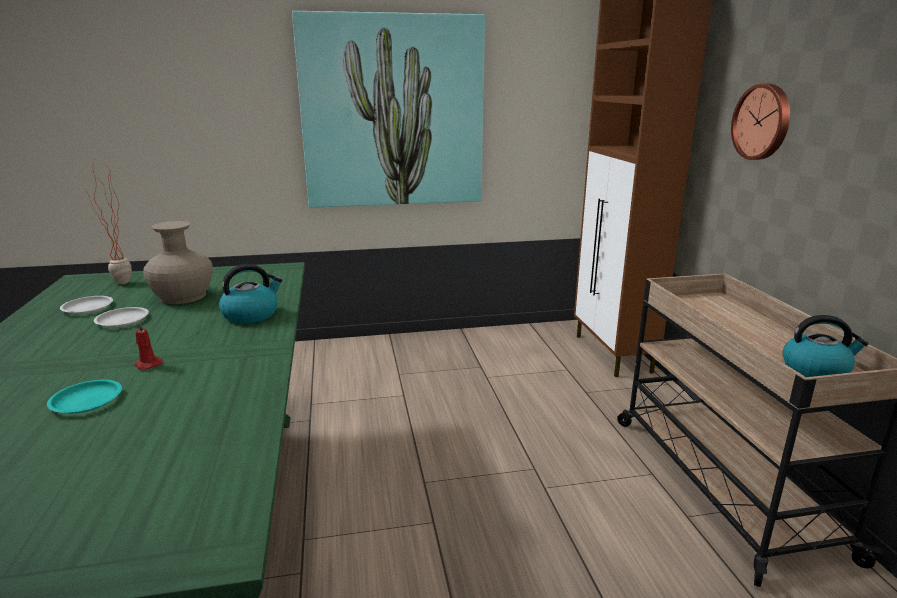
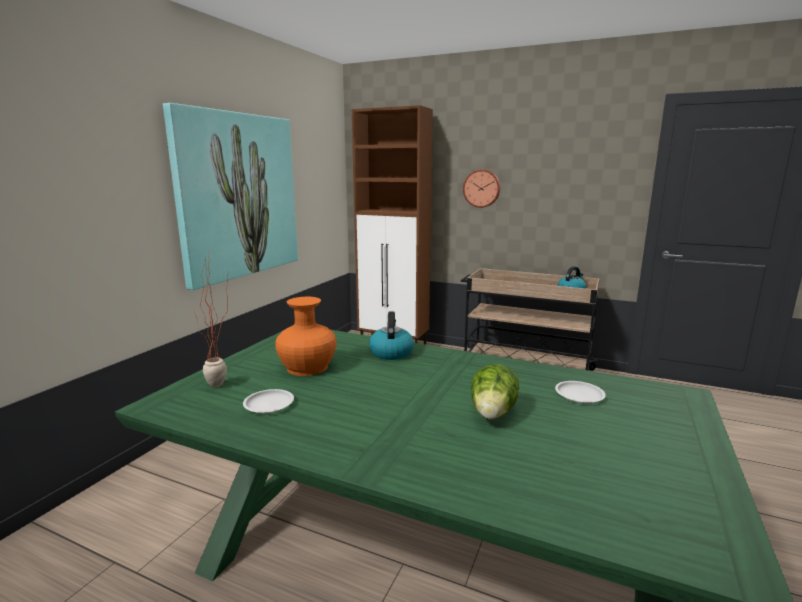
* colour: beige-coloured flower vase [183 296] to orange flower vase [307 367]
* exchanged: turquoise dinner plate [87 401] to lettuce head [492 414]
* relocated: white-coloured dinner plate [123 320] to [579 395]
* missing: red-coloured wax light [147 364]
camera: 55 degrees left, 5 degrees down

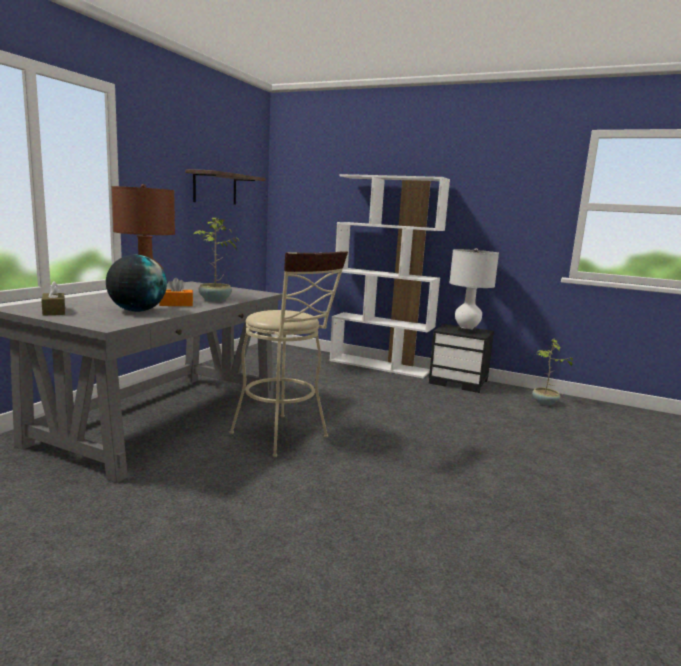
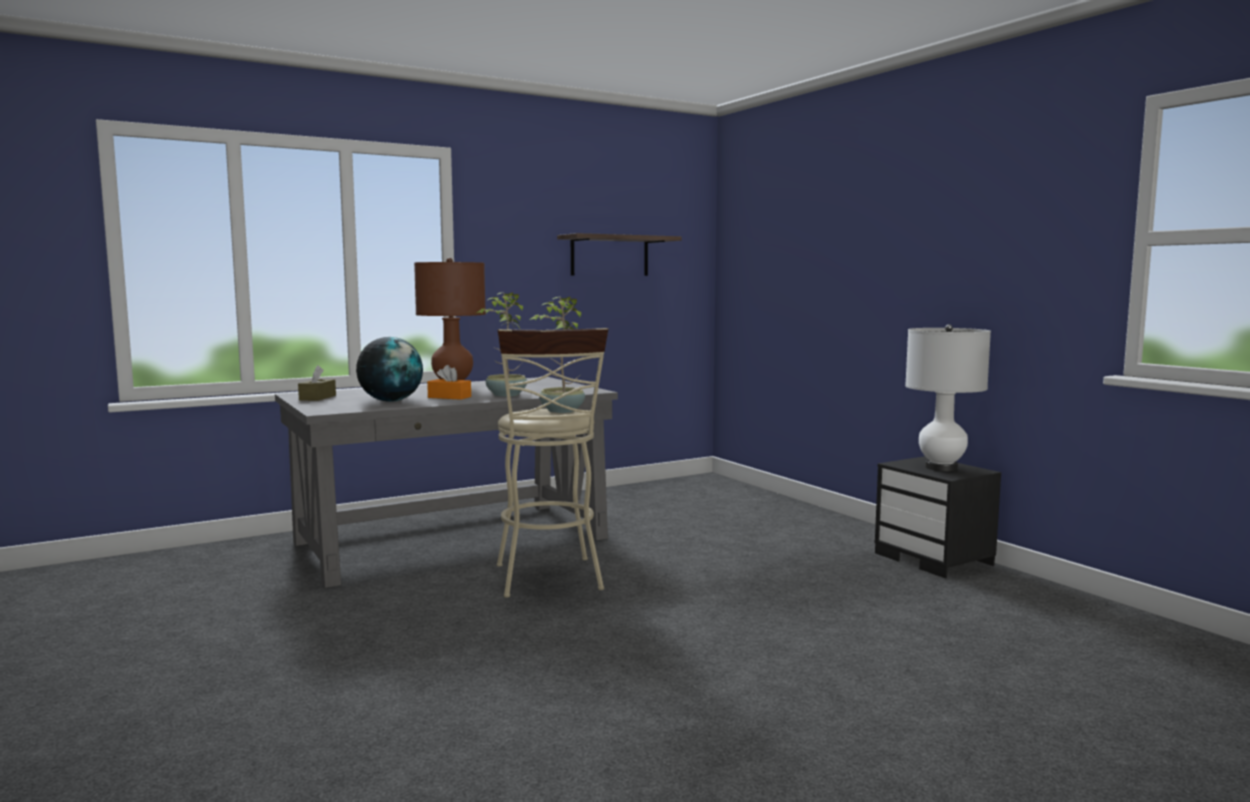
* relocated: plant in a pot [545 403] to [561 411]
* missing: white-coloured shelving unit [380 366]
camera: 35 degrees right, 5 degrees down

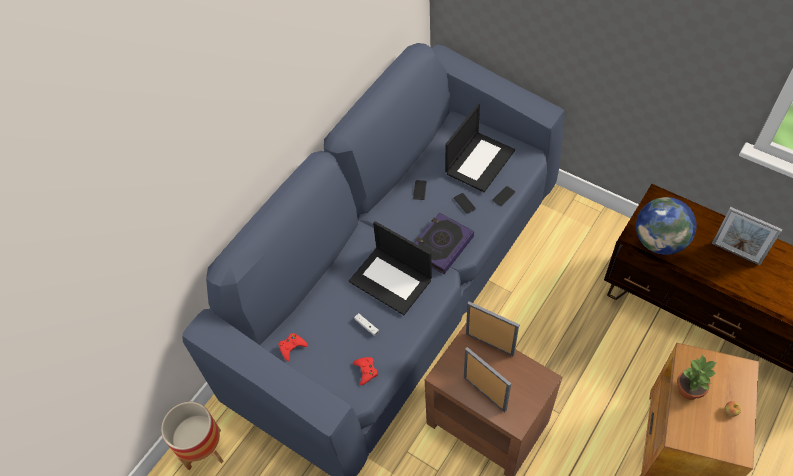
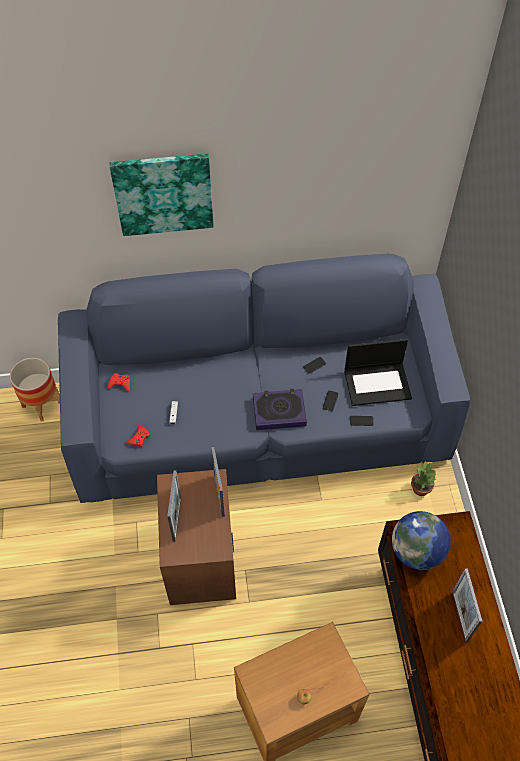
* appeared: wall picture [163 193]
* relocated: plant in a pot [689 389] to [421 489]
* missing: laptop [391 280]
camera: 45 degrees right, 0 degrees up

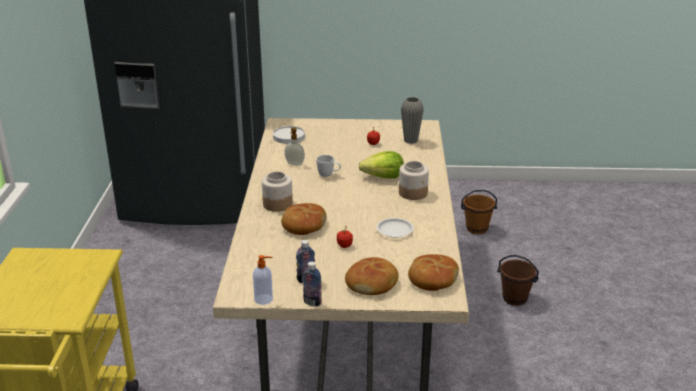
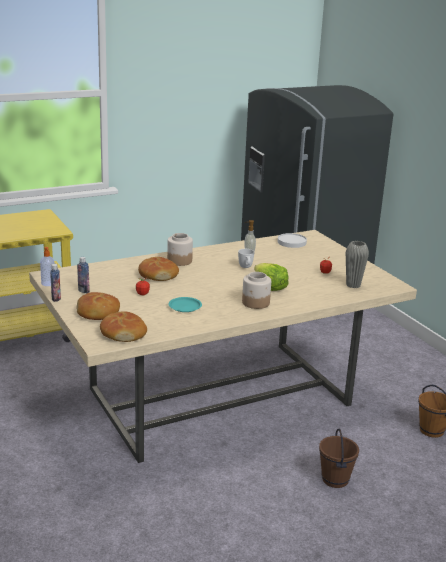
* colour: white-coloured dinner plate [394 230] to turquoise dinner plate [184 307]
camera: 60 degrees right, 5 degrees down

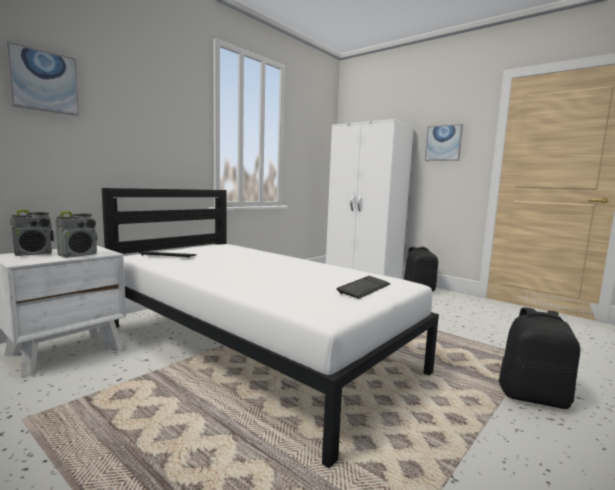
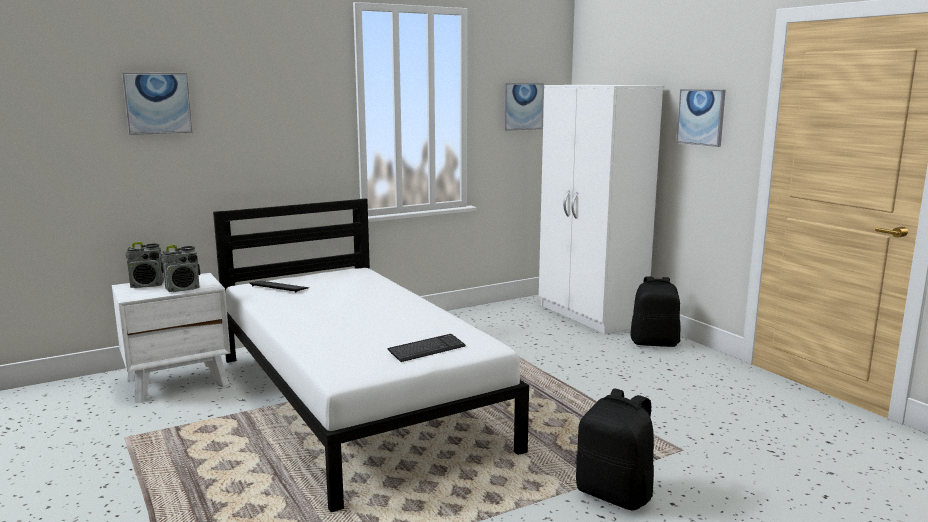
* appeared: wall picture [522 106]
camera: 20 degrees right, 5 degrees up

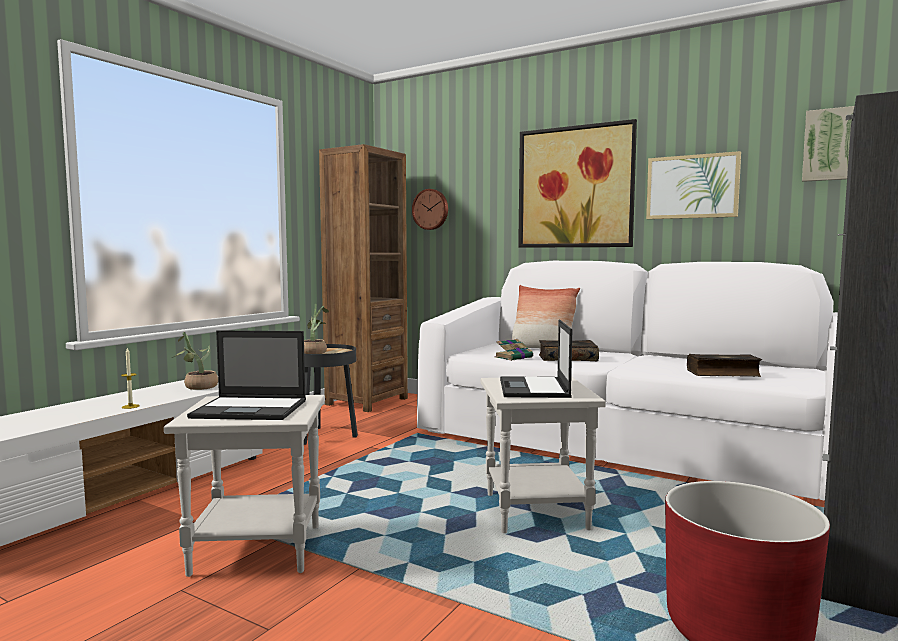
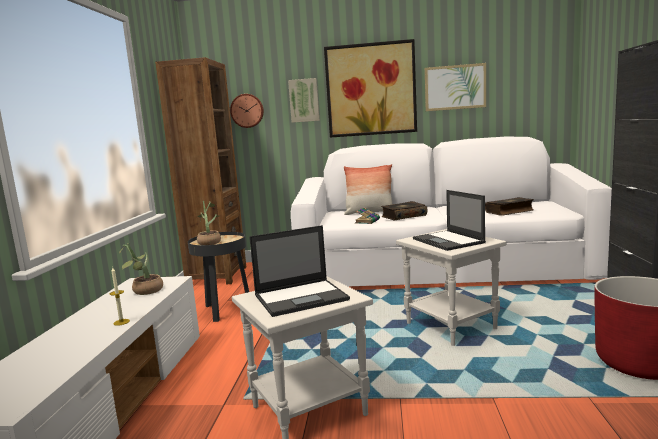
* relocated: wall picture [831 145] to [304 100]
camera: 25 degrees left, 5 degrees up

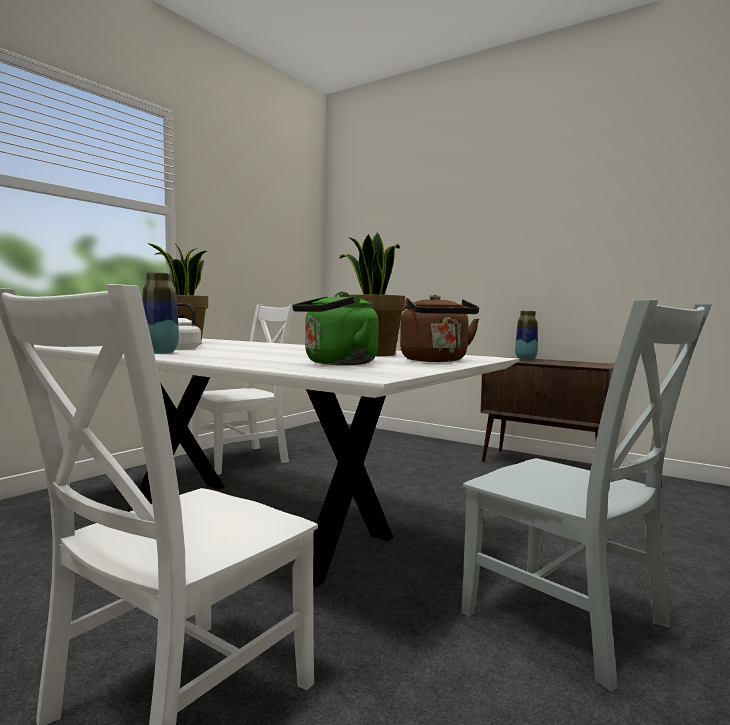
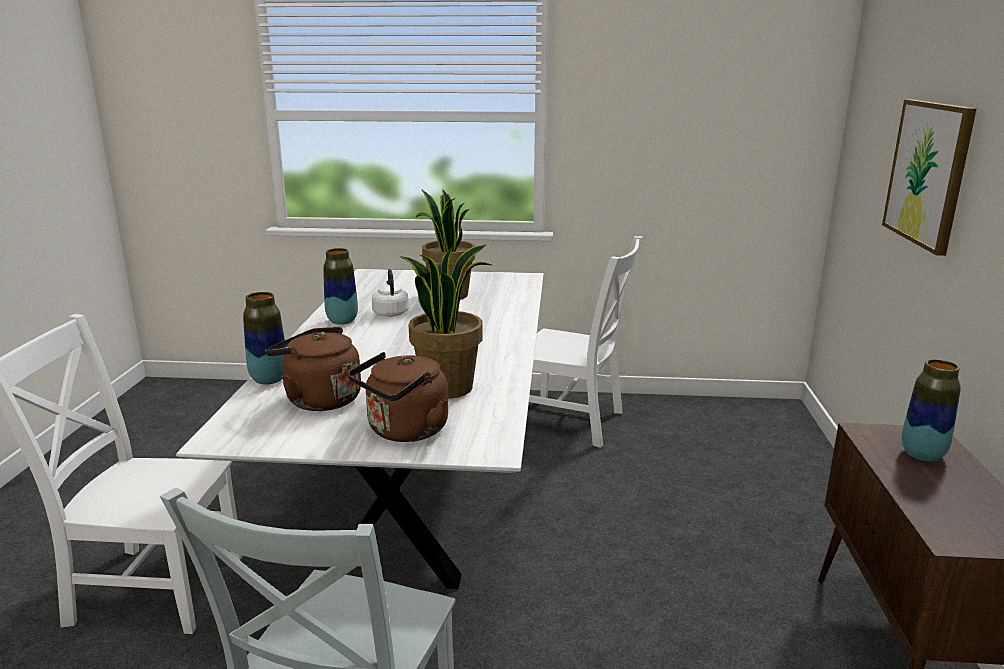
* appeared: flower vase [269 380]
* colour: green kettle [337 363] to brownish kettle [319 399]
* appeared: wall picture [928 173]
camera: 60 degrees right, 15 degrees up

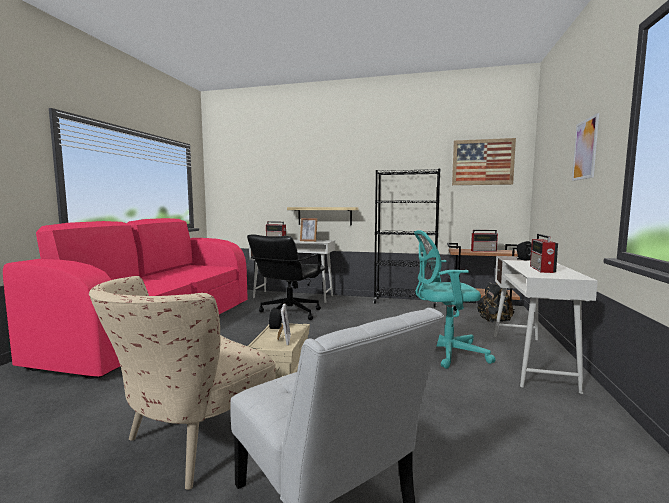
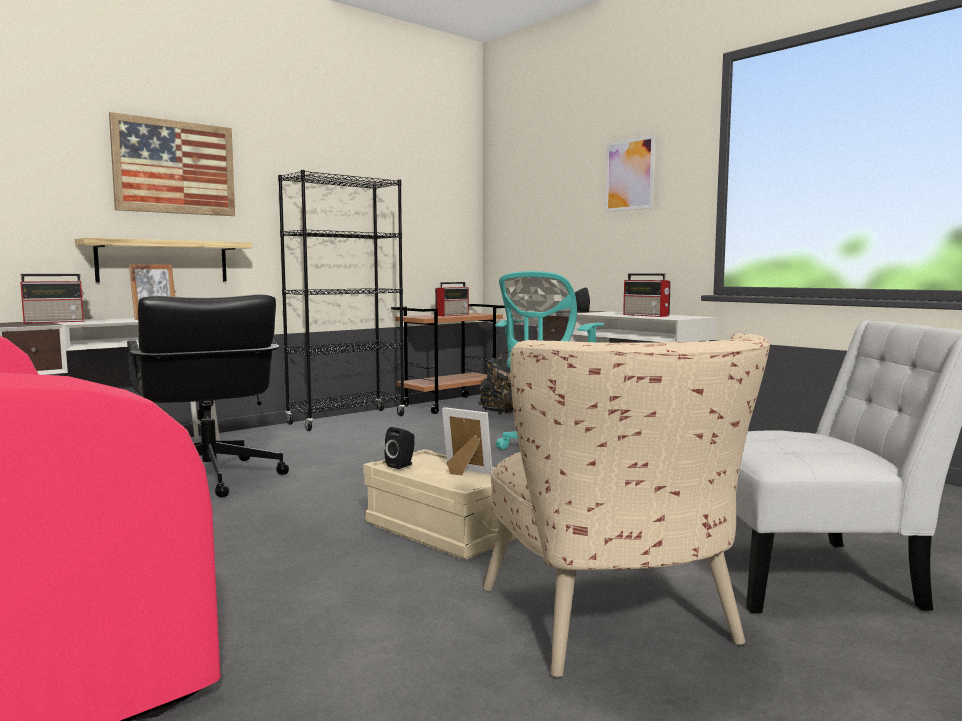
* relocated: wall picture [482 162] to [175 167]
camera: 55 degrees left, 0 degrees up

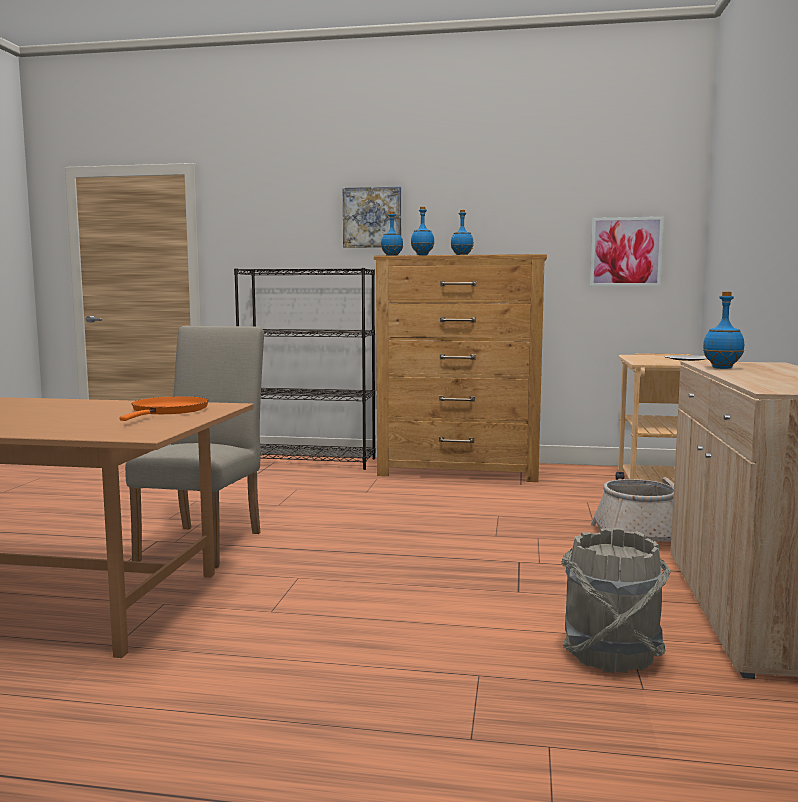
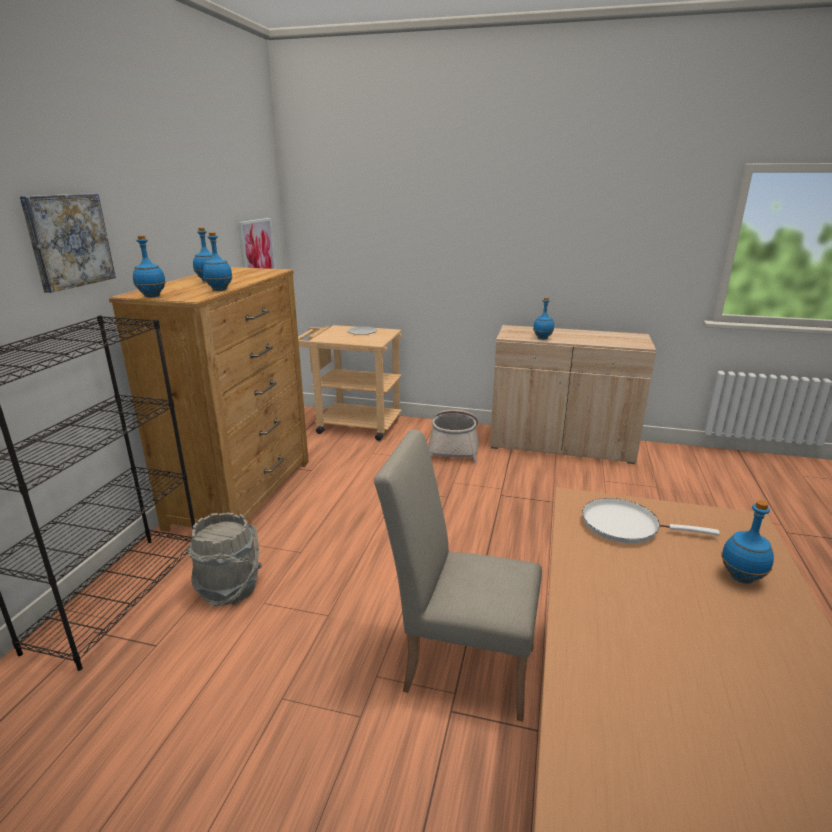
* relocated: grey water bucket [611 654] to [229 588]
* colour: orange skillet [168 411] to white-coloured skillet [625 525]
* appeared: blue bottle [740 577]
camera: 85 degrees left, 15 degrees up

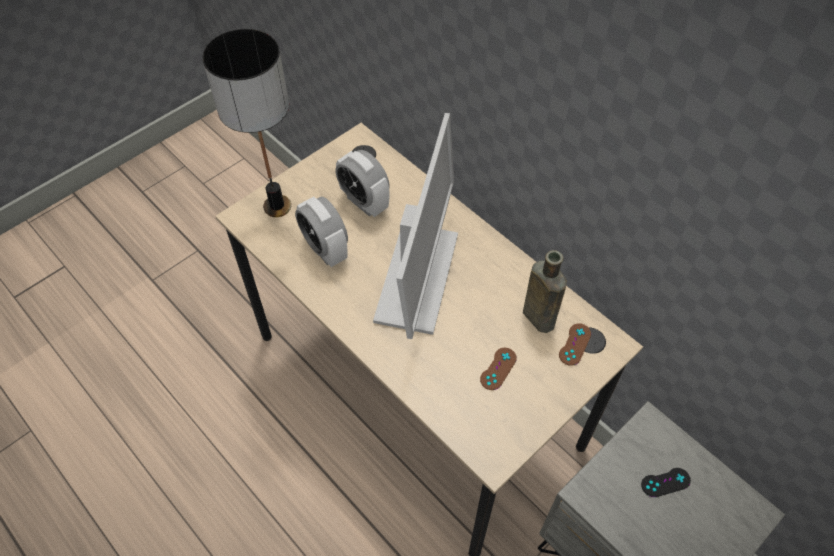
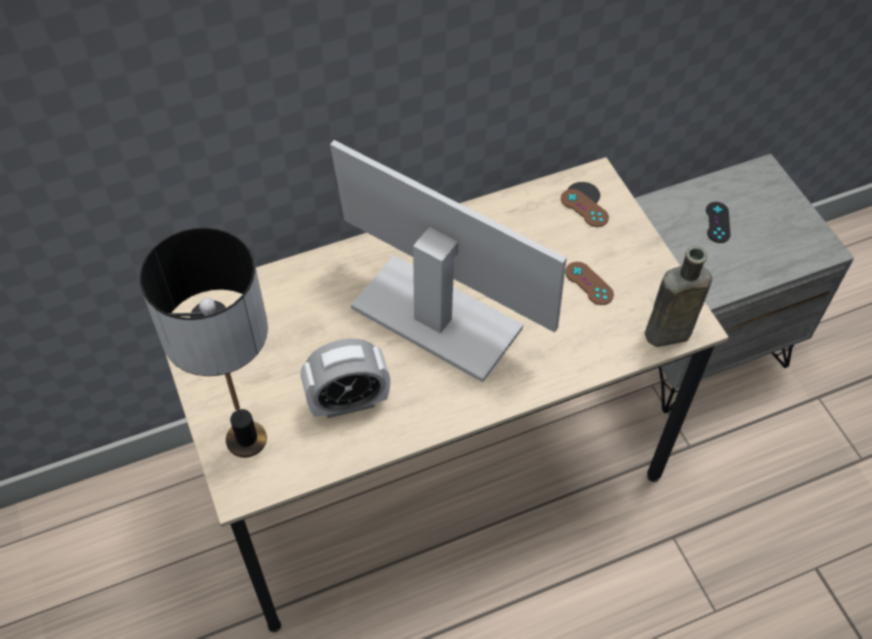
* relocated: brownish bottle [536 315] to [664 334]
* missing: bedside clock [364 202]
camera: 70 degrees left, 0 degrees up

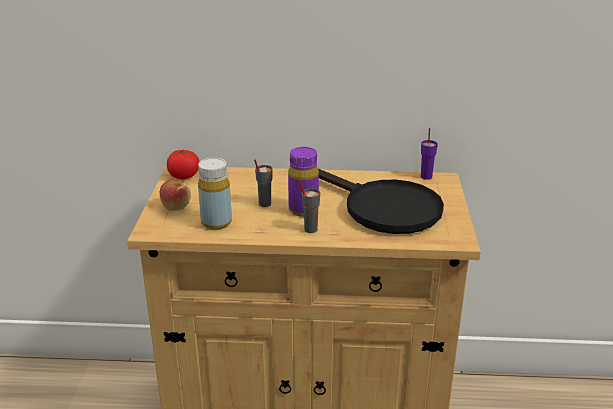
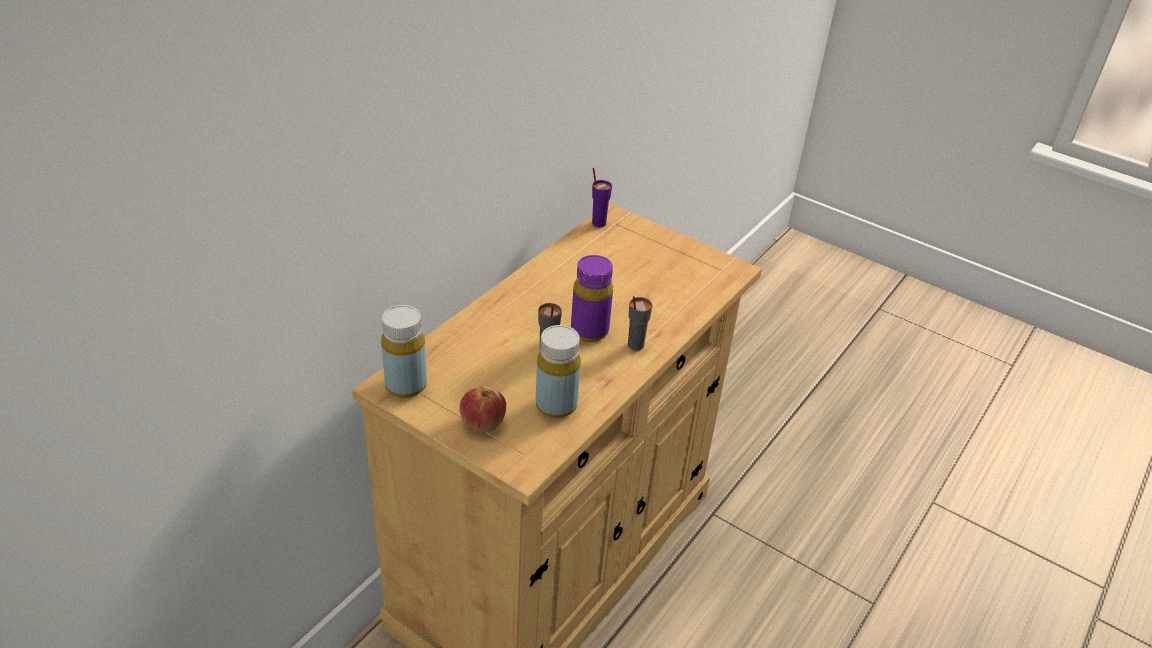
* exchanged: fresh tomato [184 176] to yellow-coloured bottle [406 385]
* missing: black-coloured skillet [381 208]
camera: 60 degrees left, 10 degrees up

